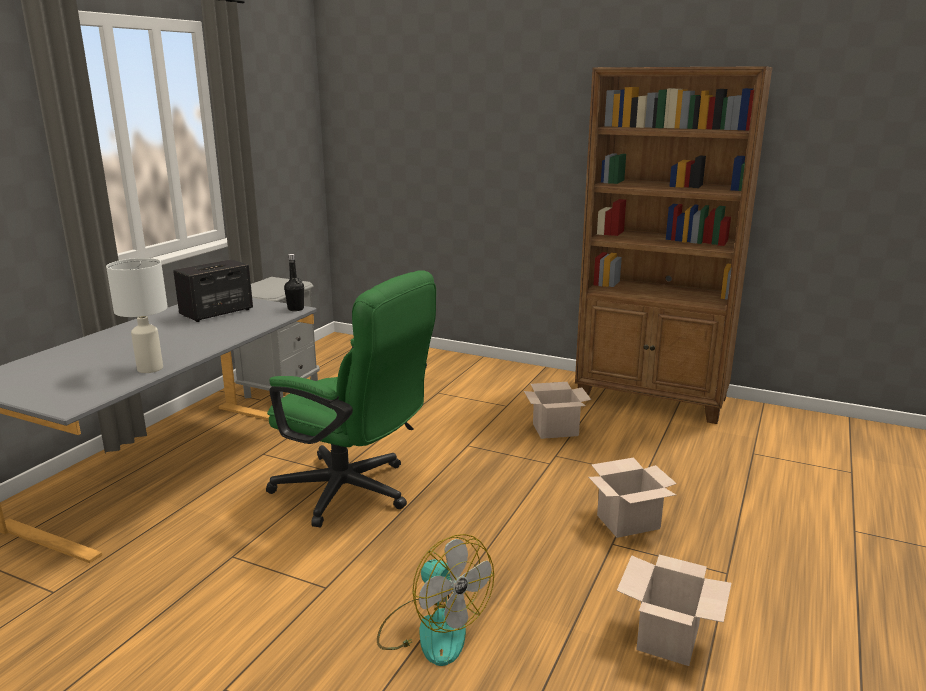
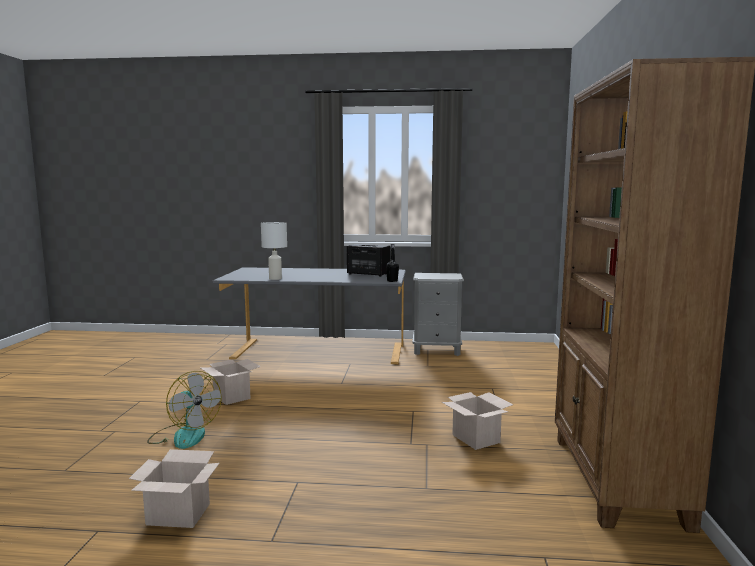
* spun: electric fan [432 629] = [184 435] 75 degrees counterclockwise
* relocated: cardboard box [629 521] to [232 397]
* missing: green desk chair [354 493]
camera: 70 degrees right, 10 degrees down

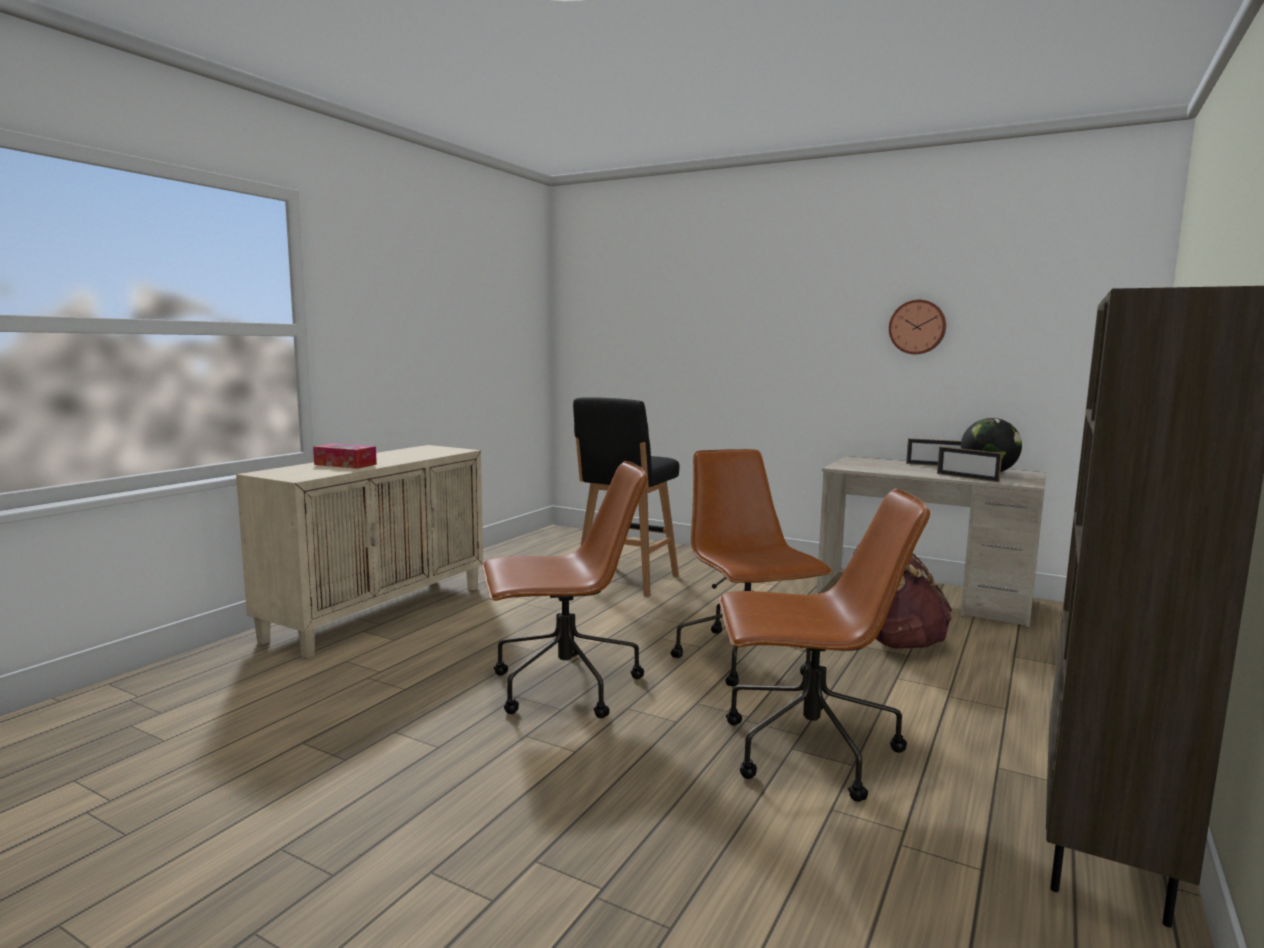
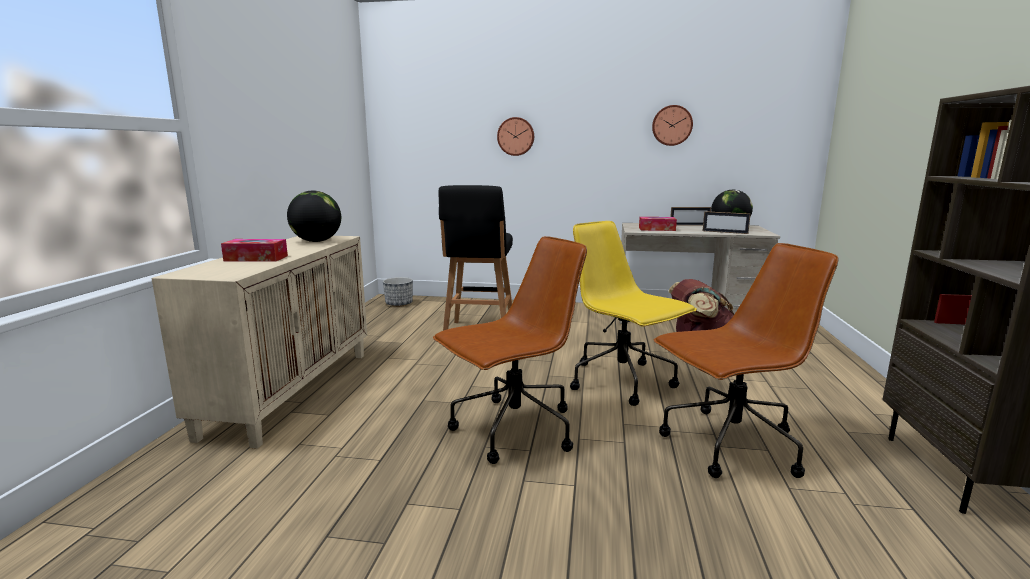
* appeared: globe [317 241]
* appeared: planter [399 304]
* appeared: clock on the wall [516 136]
* colour: brownish desk chair [746 658] to yellow-coloured desk chair [622 382]
* appeared: tissue holder [657 229]
camera: 20 degrees left, 5 degrees up

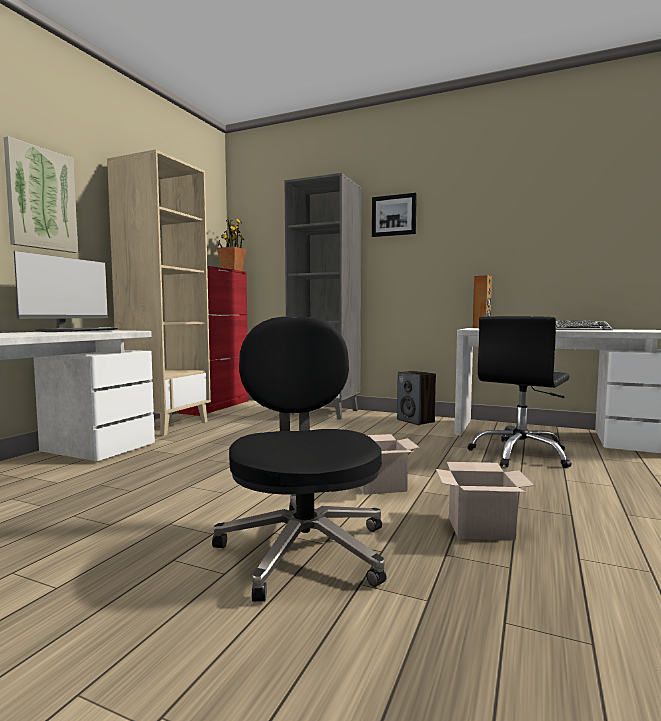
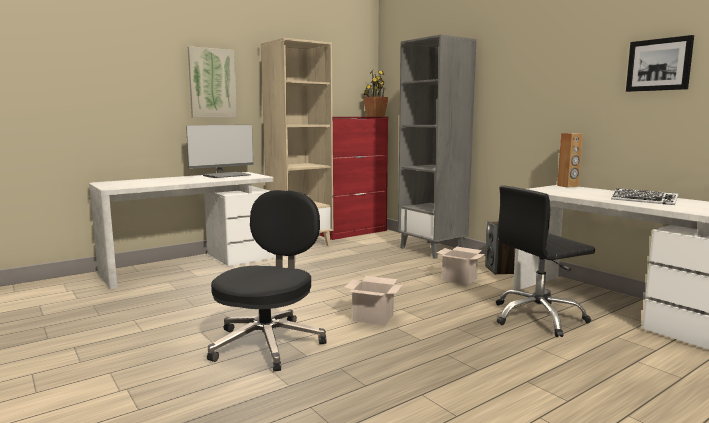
* relocated: cardboard box [482 528] to [460 279]
* relocated: wall picture [394 215] to [659 65]
camera: 30 degrees right, 5 degrees up

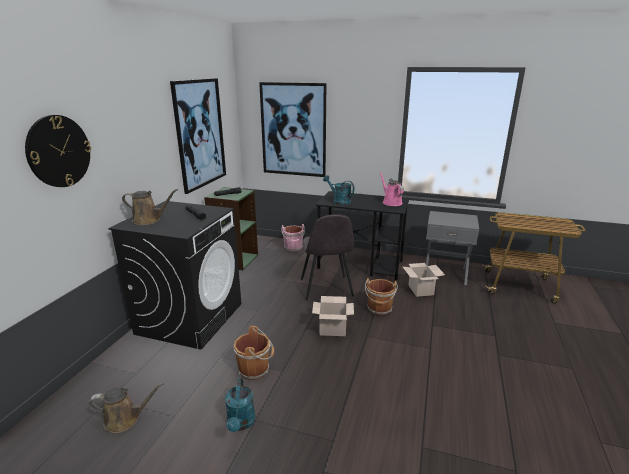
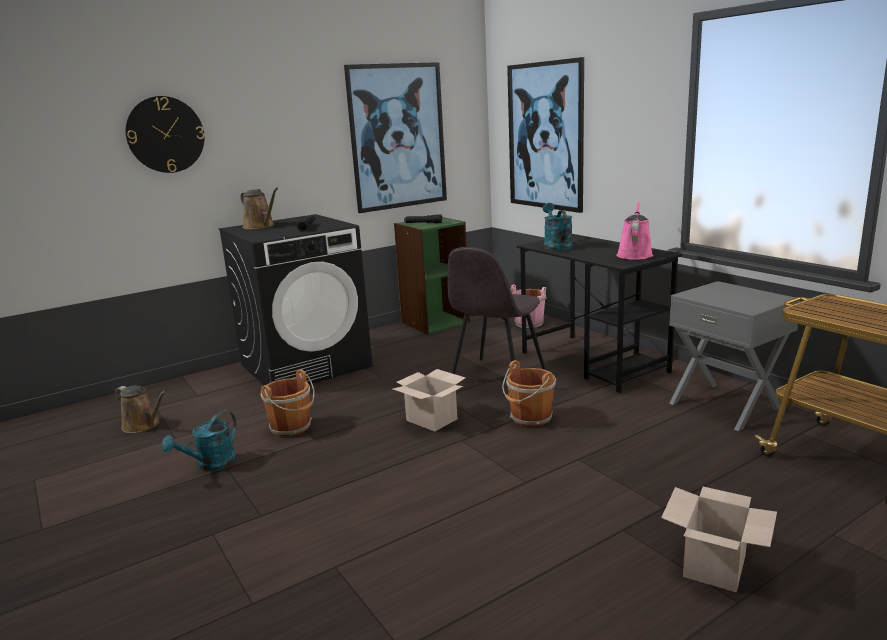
* relocated: cardboard box [421 290] to [715 567]
camera: 40 degrees right, 5 degrees down

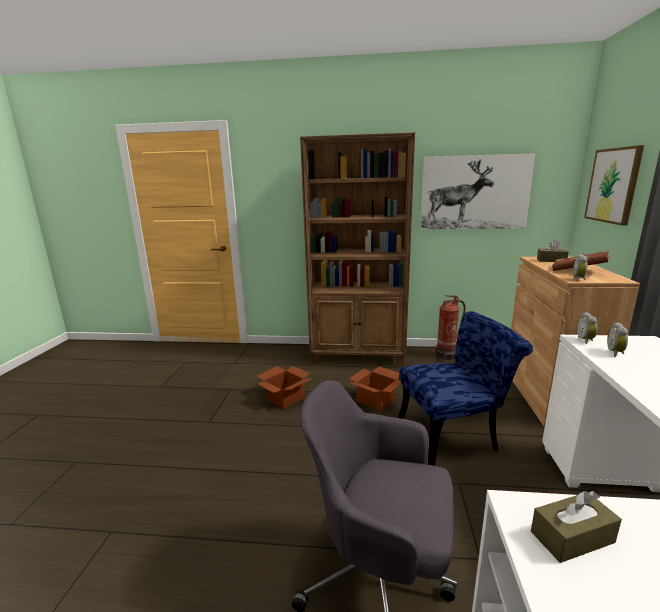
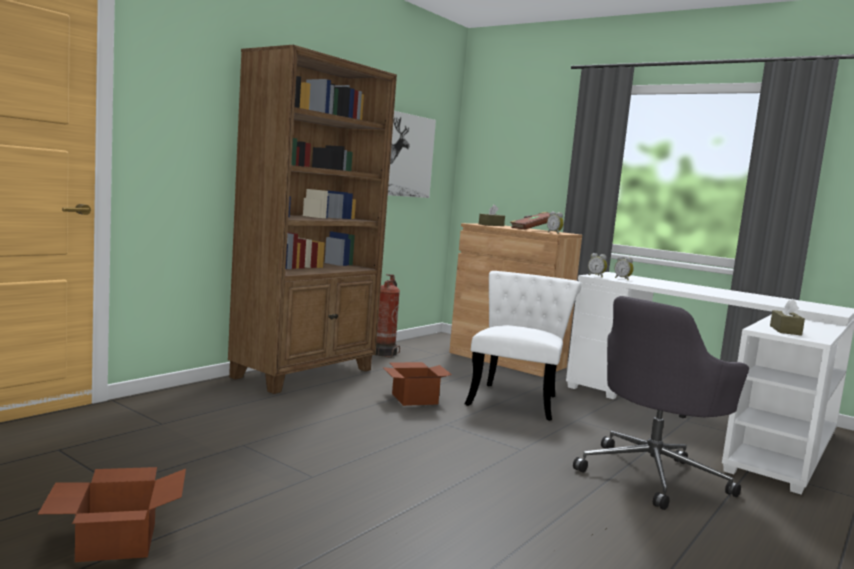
* relocated: cardboard box [285 397] to [114 541]
* colour: blue chair [454 435] to white-coloured chair [516 399]
* missing: wall picture [613 185]
camera: 60 degrees left, 10 degrees down

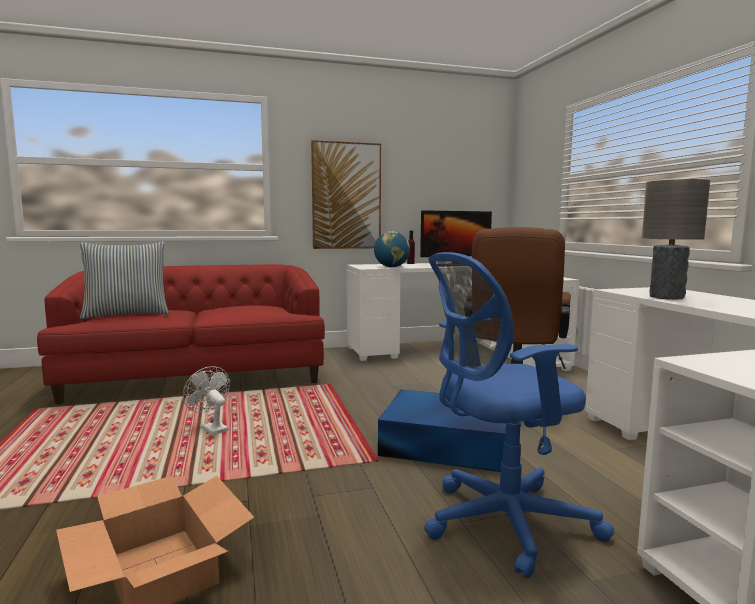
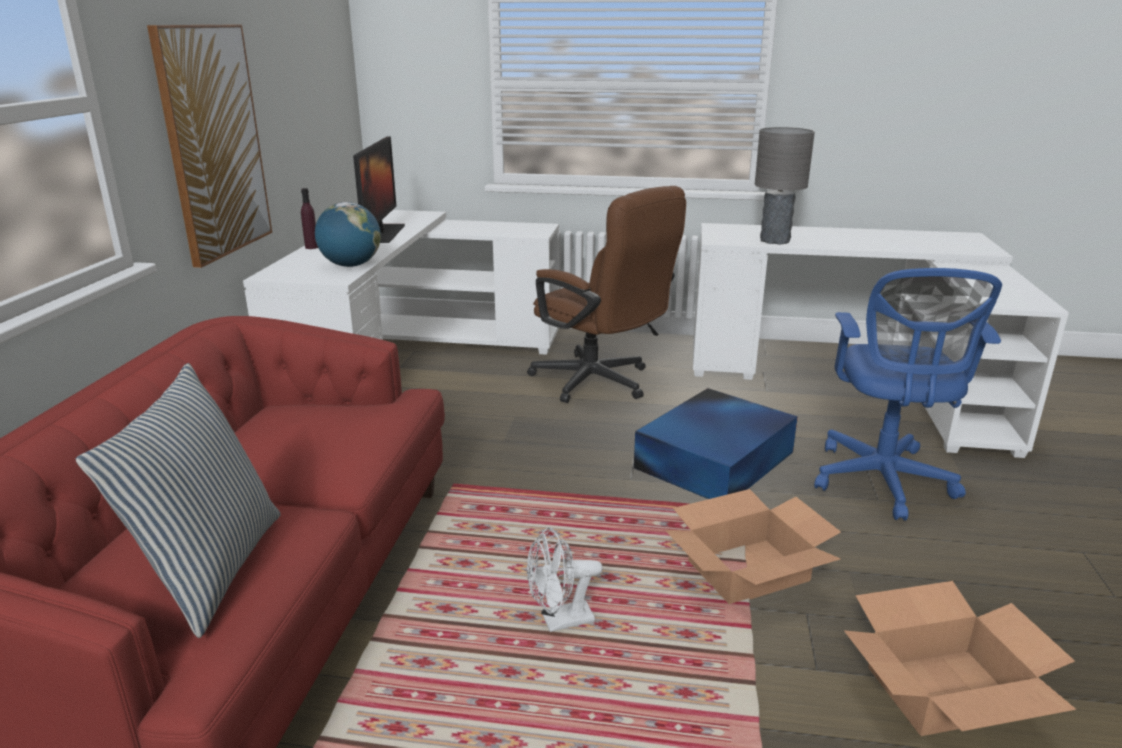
* appeared: cardboard box [747 571]
camera: 65 degrees left, 15 degrees up

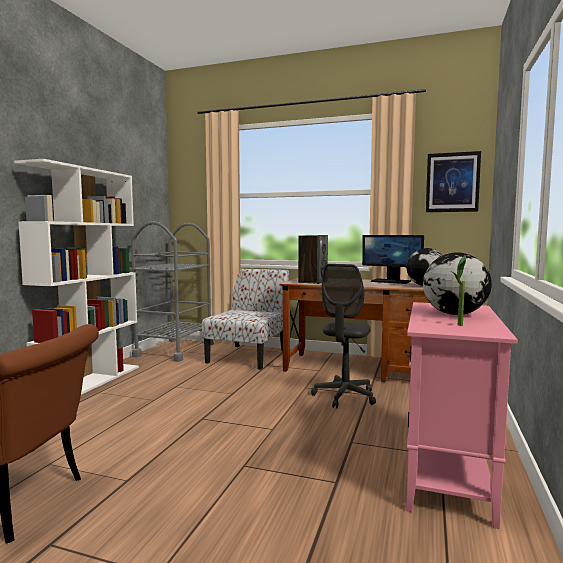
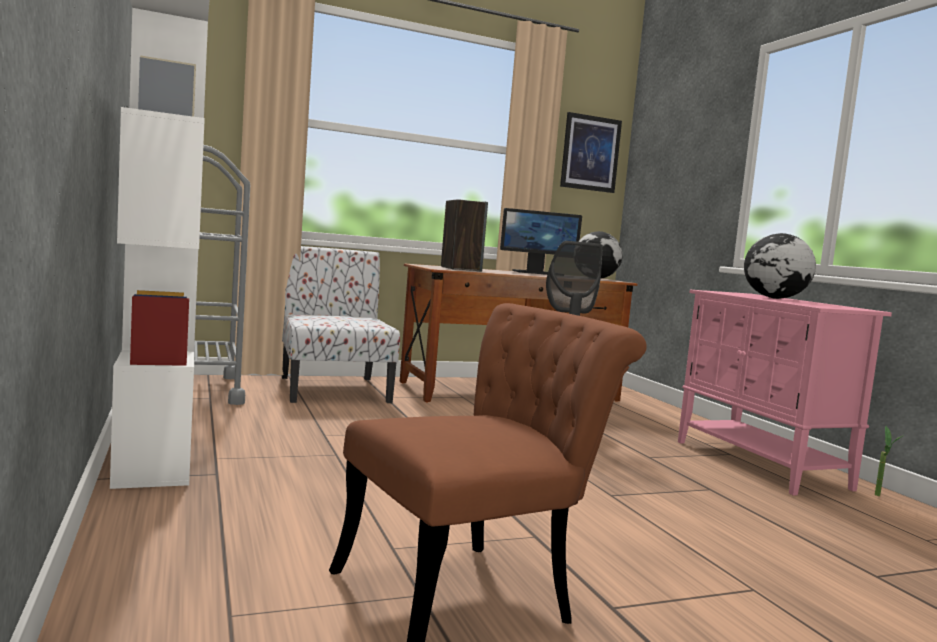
* relocated: plant in a pot [459 326] to [881 497]
camera: 40 degrees left, 0 degrees up

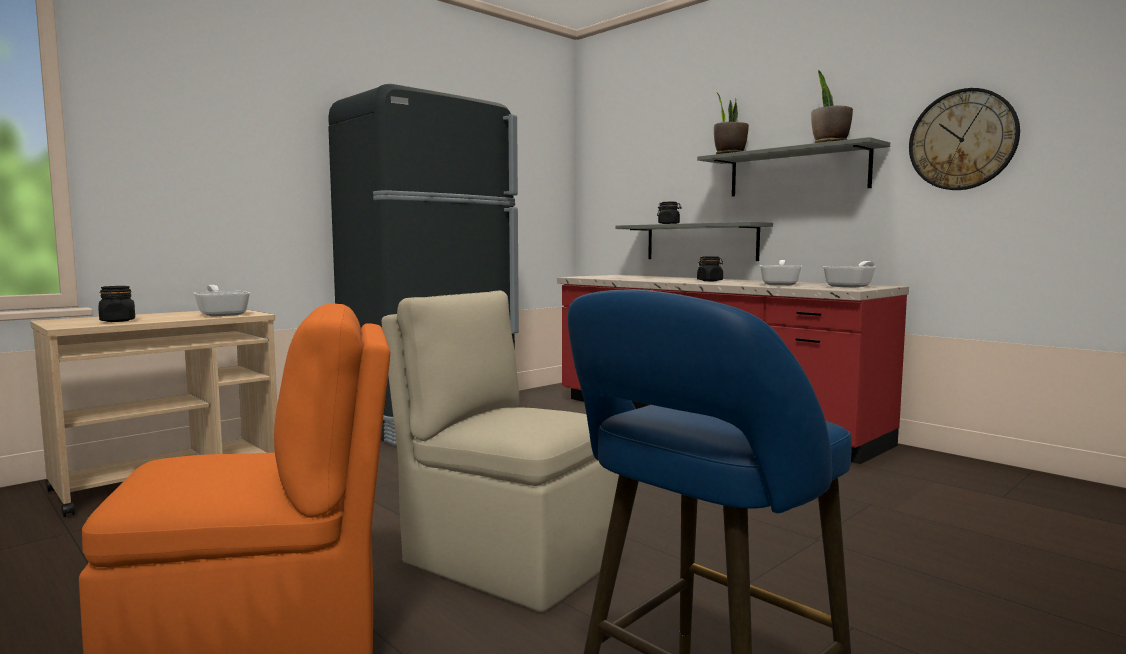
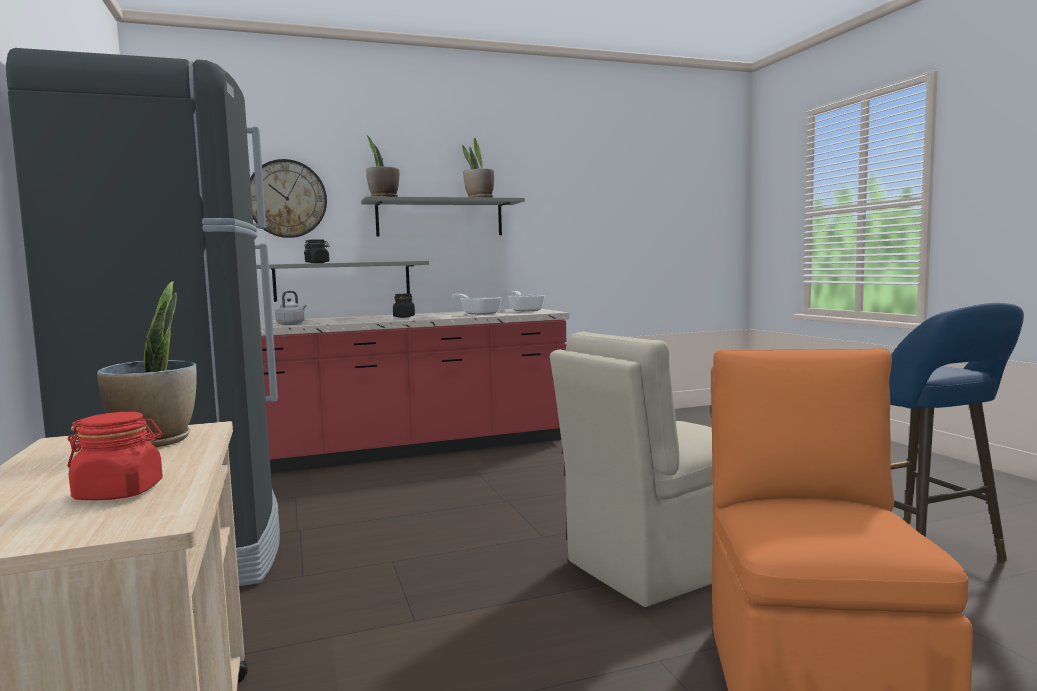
* colour: black-coloured preserve jar [118 321] to red-coloured preserve jar [120 493]
* exchanged: skillet [222 314] to plant in a pot [154 441]
* relocated: clock on the wall [962 140] to [286 199]
* appeared: grey kettle [291 324]
camera: 65 degrees left, 0 degrees up

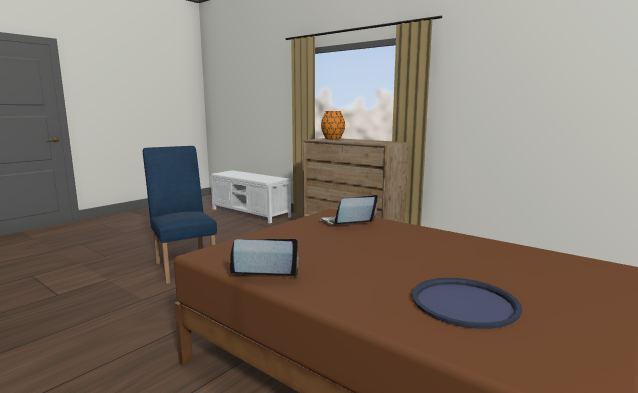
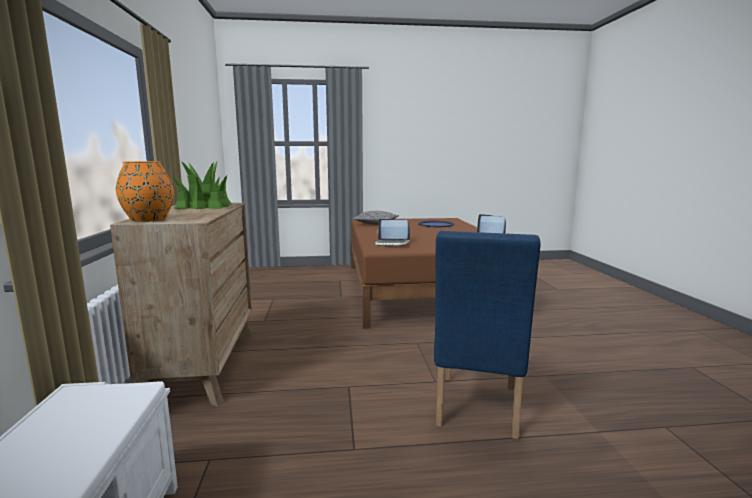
* appeared: plant in a pot [203 206]
* appeared: cushion [376 223]
camera: 135 degrees left, 0 degrees up

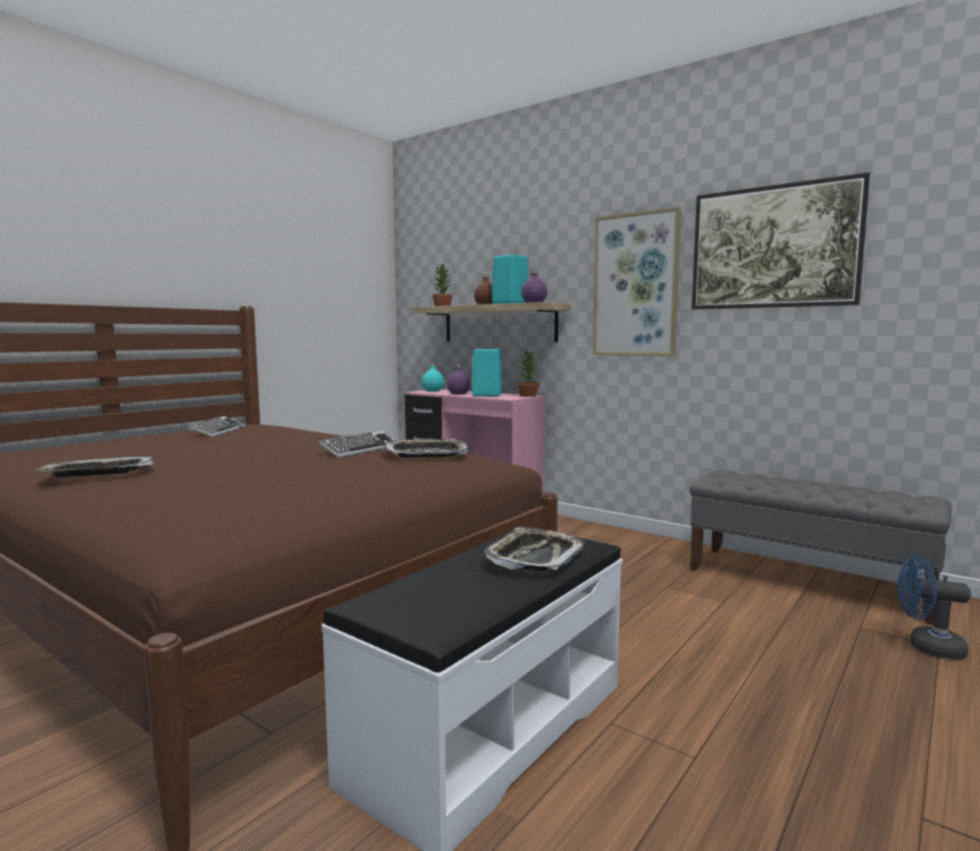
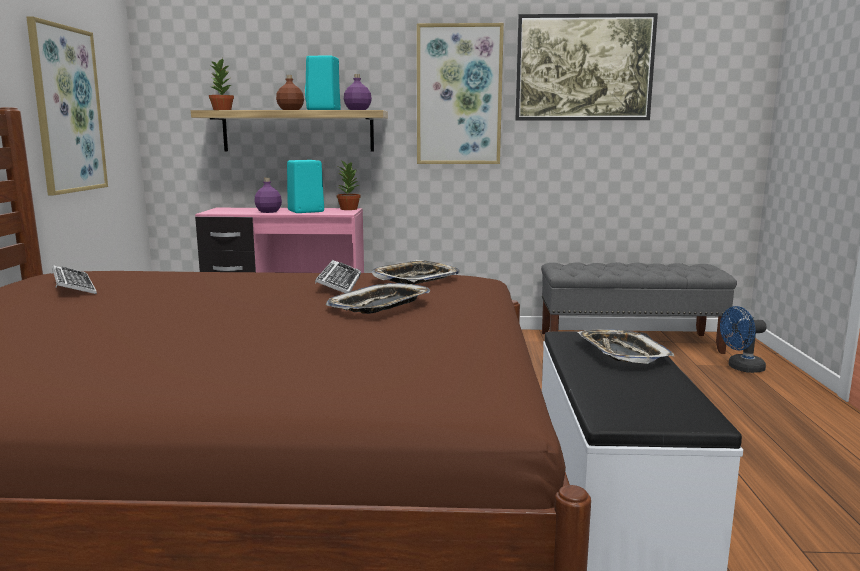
* appeared: wall picture [67 110]
* relocated: tray [97 474] to [380 306]
* missing: turquoise bottle [432 391]
camera: 35 degrees left, 5 degrees up

